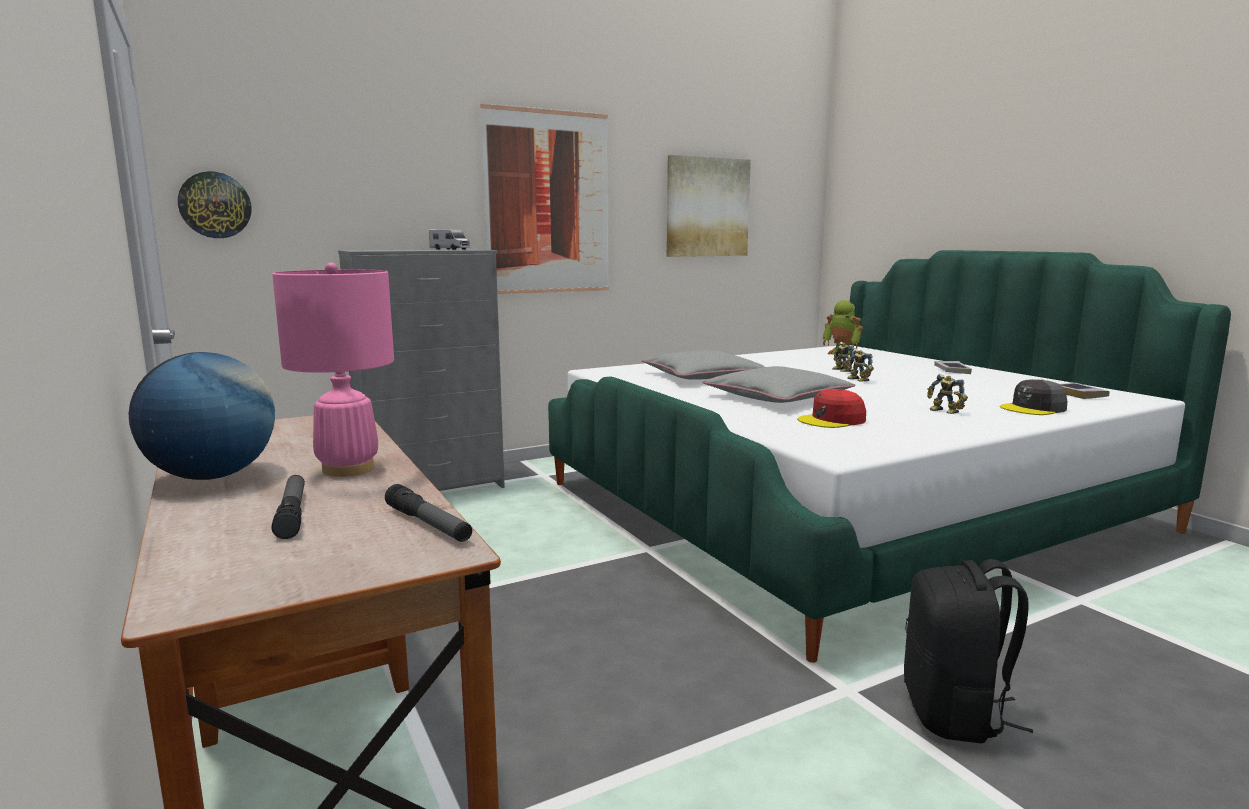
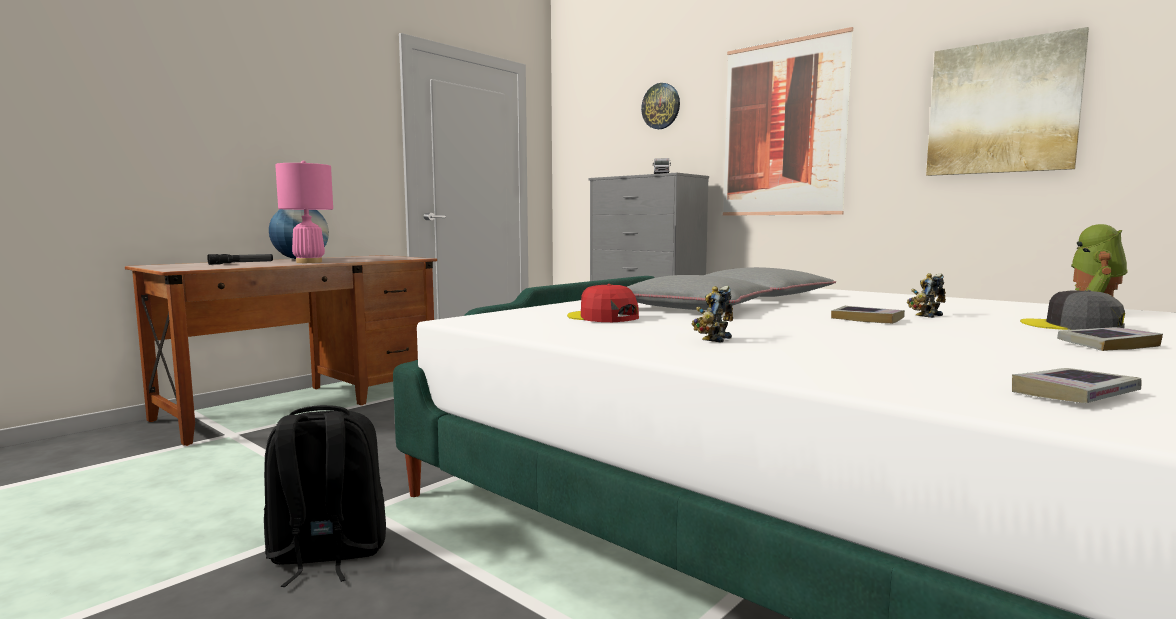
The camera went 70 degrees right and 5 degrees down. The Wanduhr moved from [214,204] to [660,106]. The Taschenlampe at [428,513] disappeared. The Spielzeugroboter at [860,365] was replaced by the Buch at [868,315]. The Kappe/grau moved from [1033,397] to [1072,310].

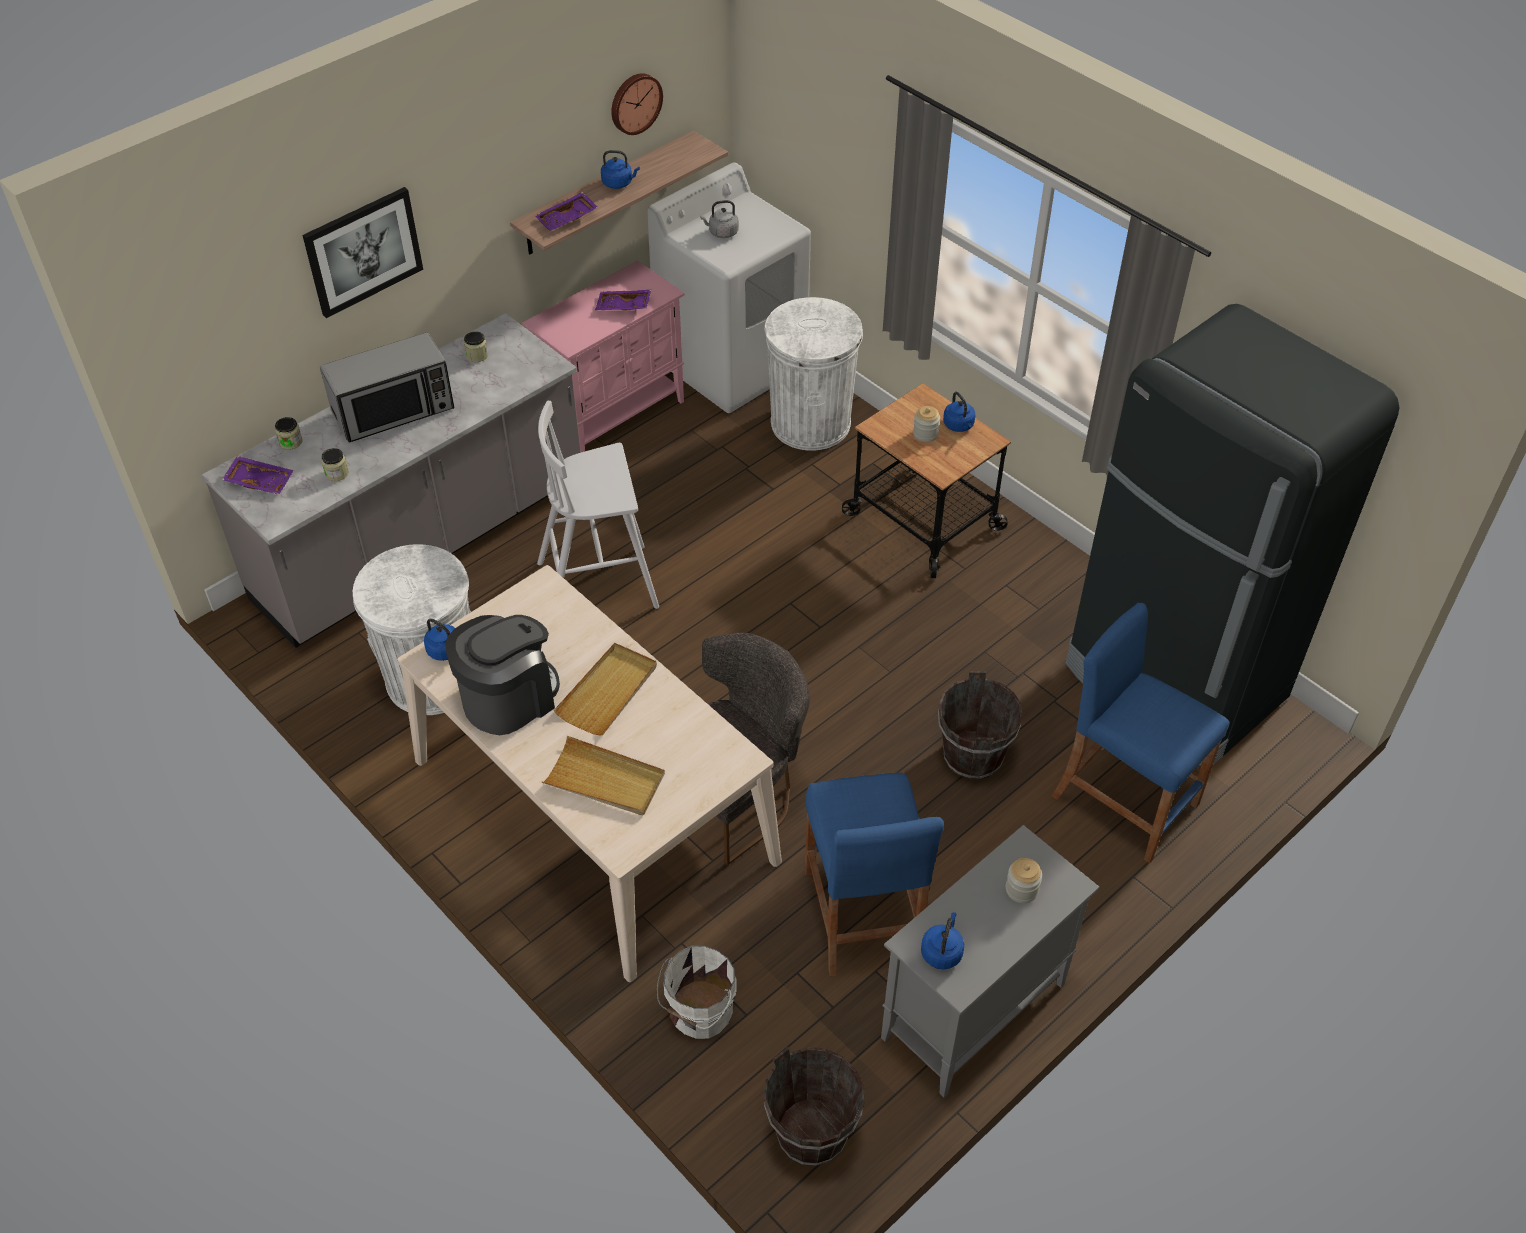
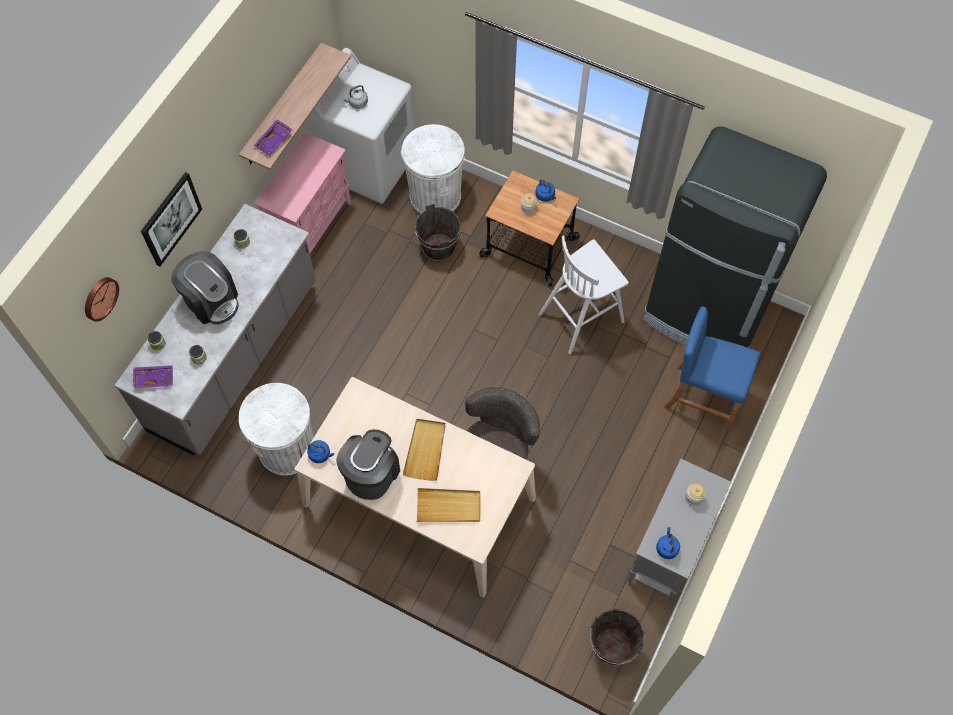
The camera went 20 degrees left and 15 degrees up. The Mikrowelle at [387,387] was replaced by the Kaffeemaschine at [205,287]. The Hocker/weiß moved from [598,505] to [584,294]. The Tablett/lila at [623,300] disappeared. The Wasserkessel/blau at [620,169] disappeared. The Wanduhr moved from [637,104] to [102,299]. The Eimer/weiß at [696,992] disappeared. The Hocker/blau at [874,874] disappeared. The Eimer/braun moved from [980,725] to [438,232].

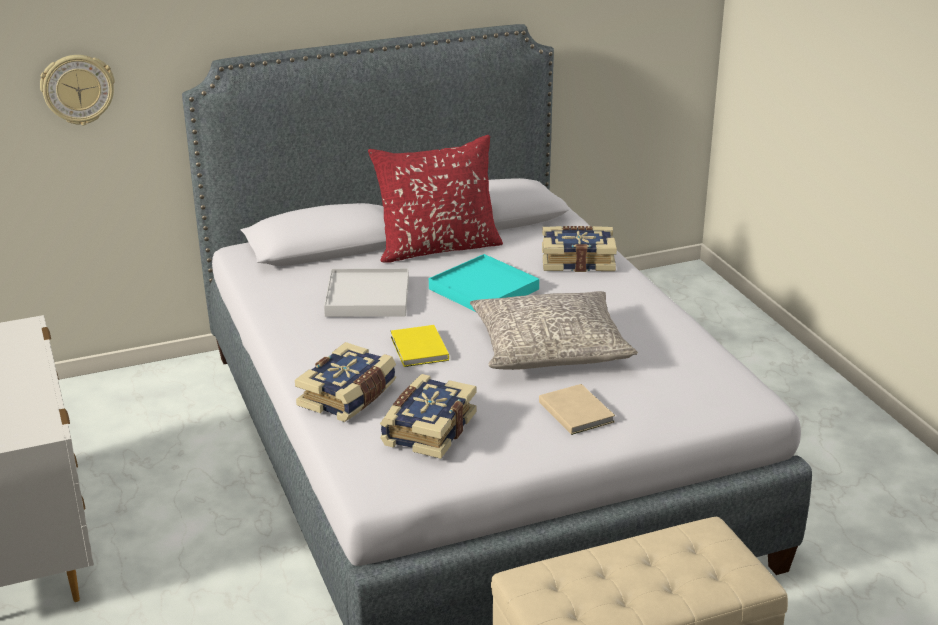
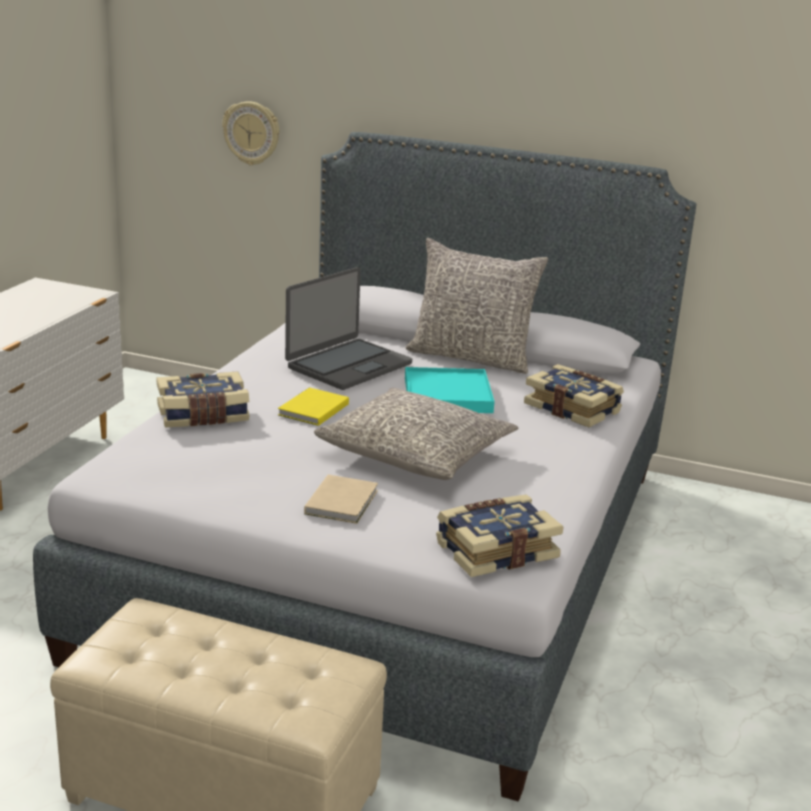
The camera went 40 degrees right and 5 degrees down. The Tablett/weiß at [366,292] was replaced by the Laptop at [348,328]. The Kissen/rot at [435,199] became the Kissen/grau at [477,306]. The Buch moved from [428,416] to [499,535].

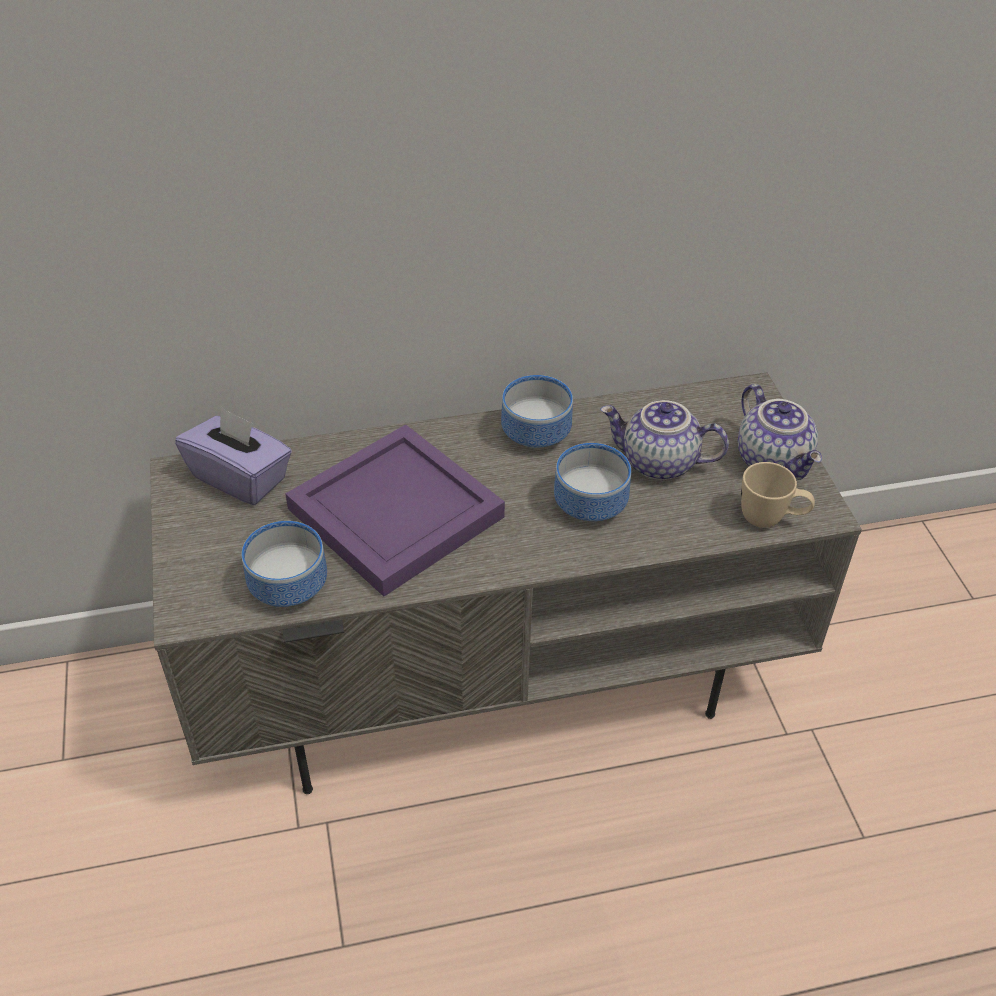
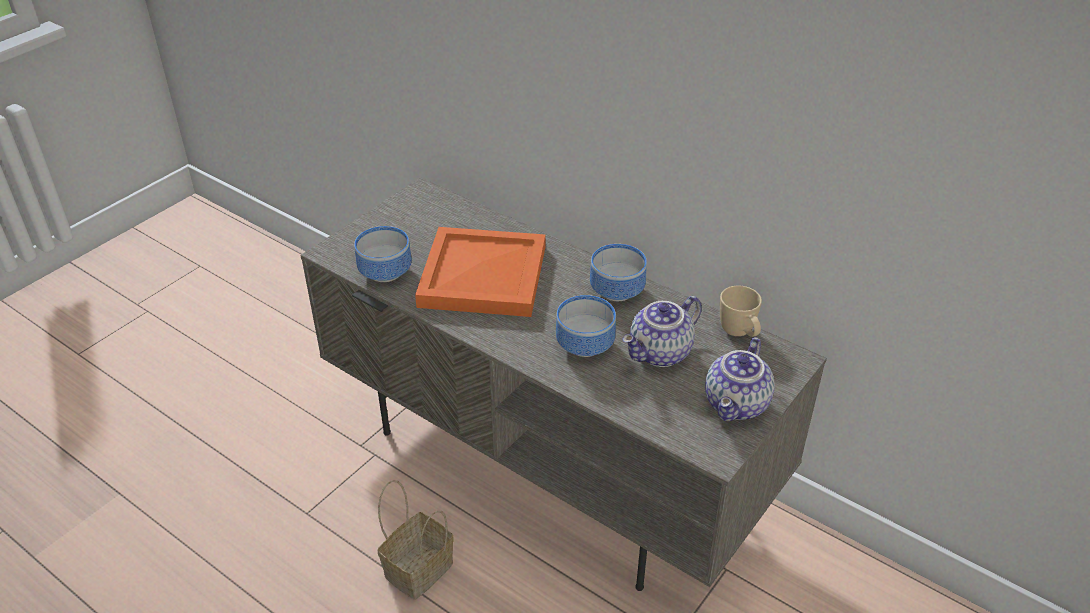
The camera went 50 degrees right and 5 degrees down. The Taschentuchbox/lila at [233,456] disappeared. The Tablett/lila at [395,510] became the Tablett/orange at [480,272]. The Teekanne at [664,440] turned 105 degrees counterclockwise. The Henkelbecher/beige moved from [778,495] to [741,311]. The Korb at [416,540] appeared.

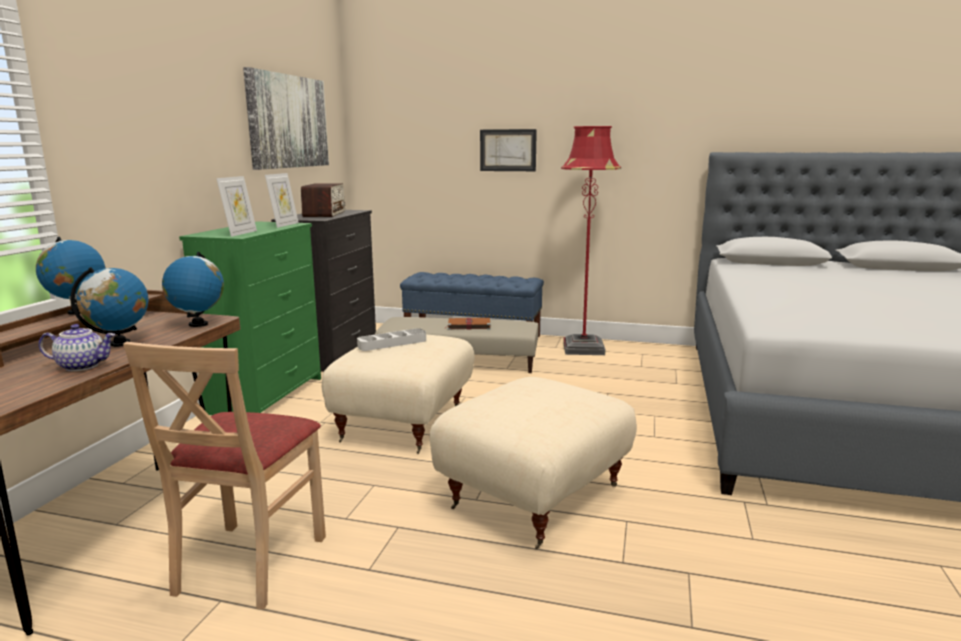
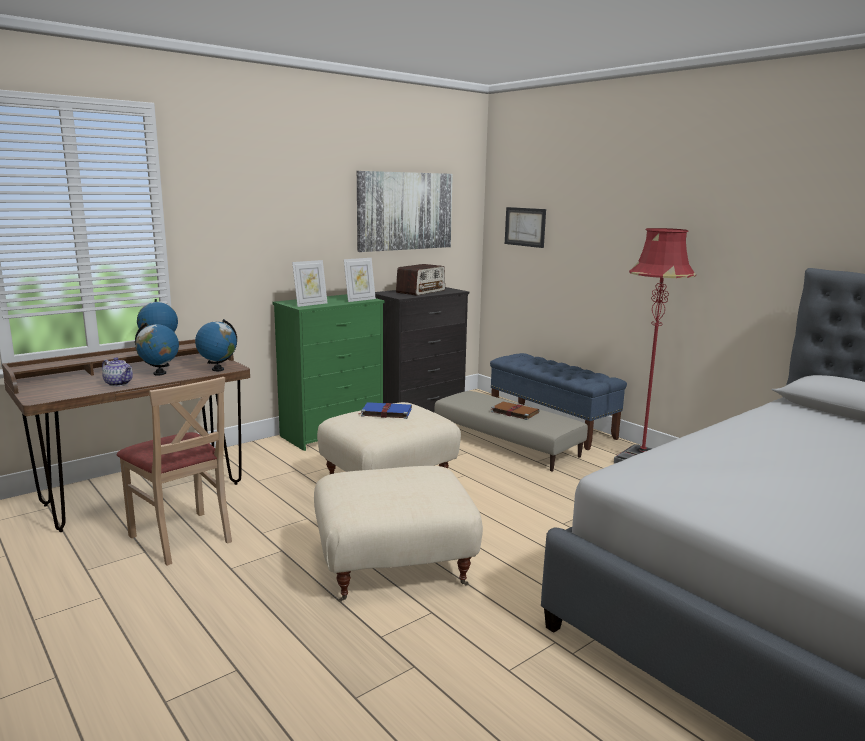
The camera went 35 degrees right and 0 degrees up. The Stuhl/beige at [224,475] turned 90 degrees counterclockwise. The Tablett/grau at [391,339] was replaced by the Buch/blau at [385,410]. The Bild moved from [508,150] to [525,227].

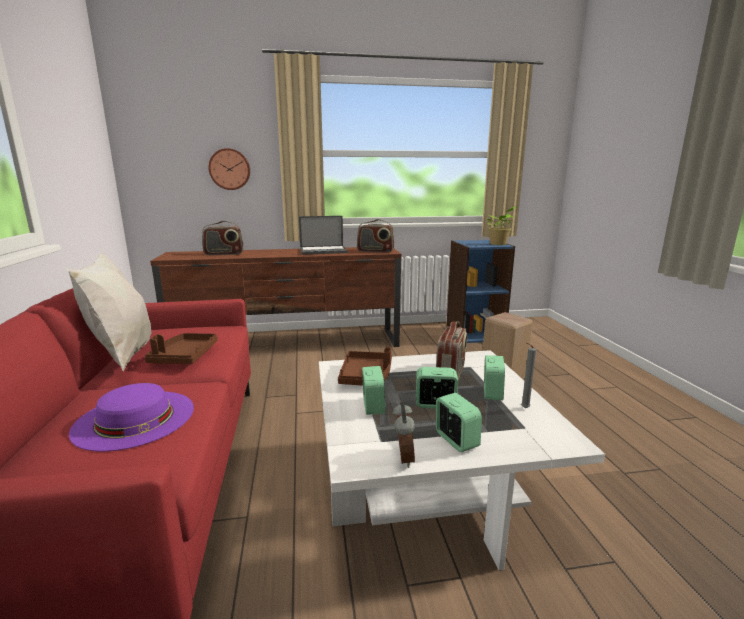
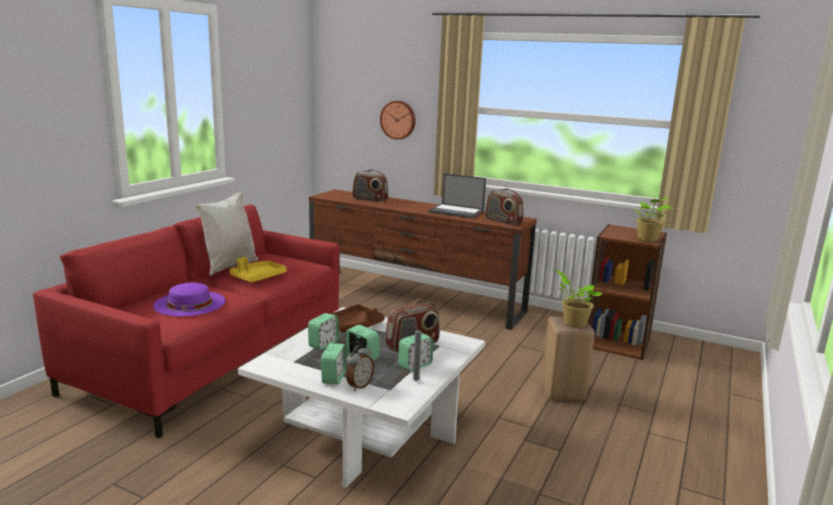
The camera went 35 degrees right and 0 degrees up. The Tablett/braun at [181,348] became the Tablett/gelb at [258,269]. The Wecker moved from [404,434] to [360,367]. The Bücherregal/blau at [480,291] became the Bücherregal/braun at [627,292]. The Topfpflanze at [578,298] appeared.

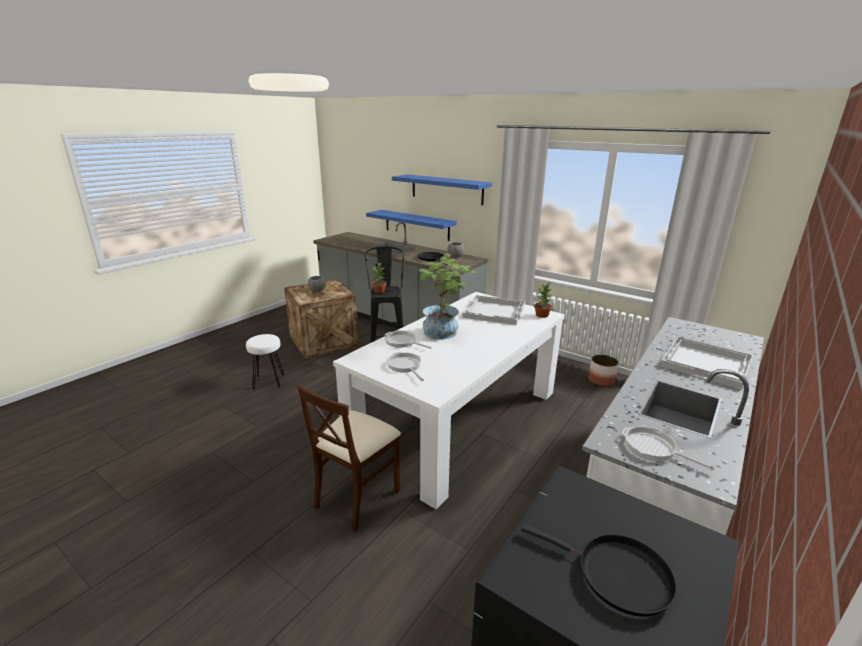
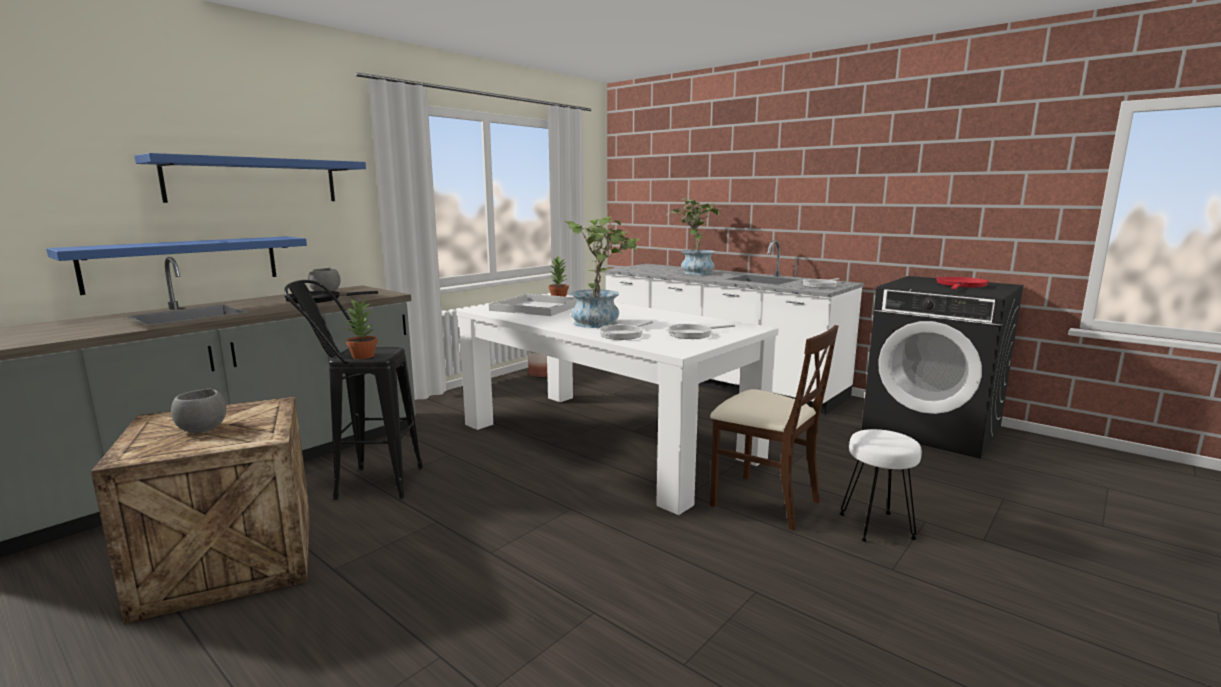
The camera went 85 degrees left and 10 degrees down. The Hocker/weiß moved from [265,361] to [881,485]. The Pfanne/schwarz at [599,570] became the Pfanne/rot at [962,283]. The Tablett/weiß at [706,363] was replaced by the Topfpflanze at [694,236].

